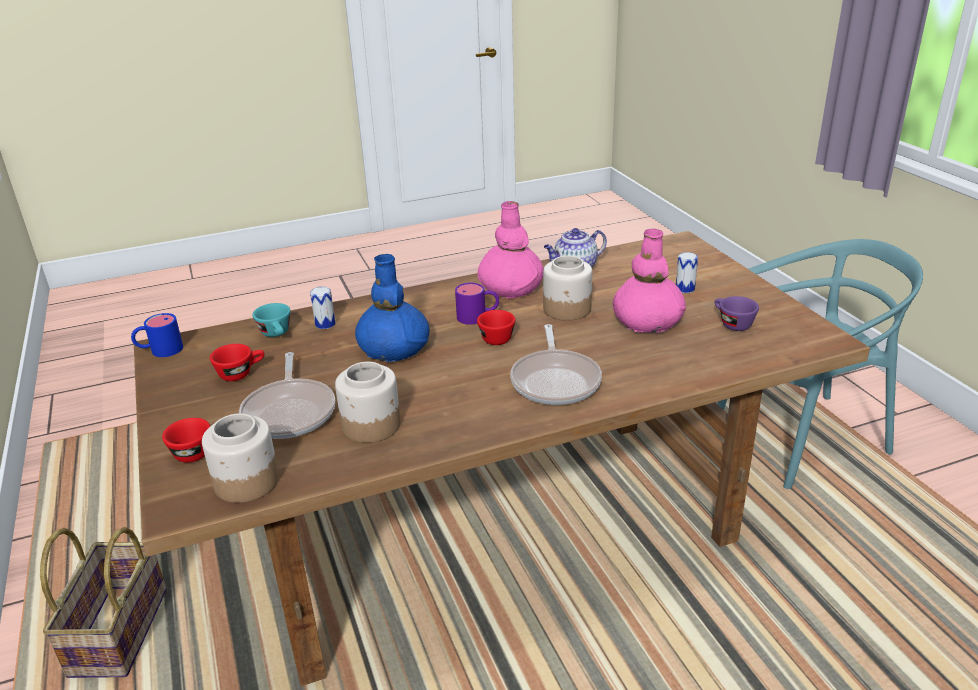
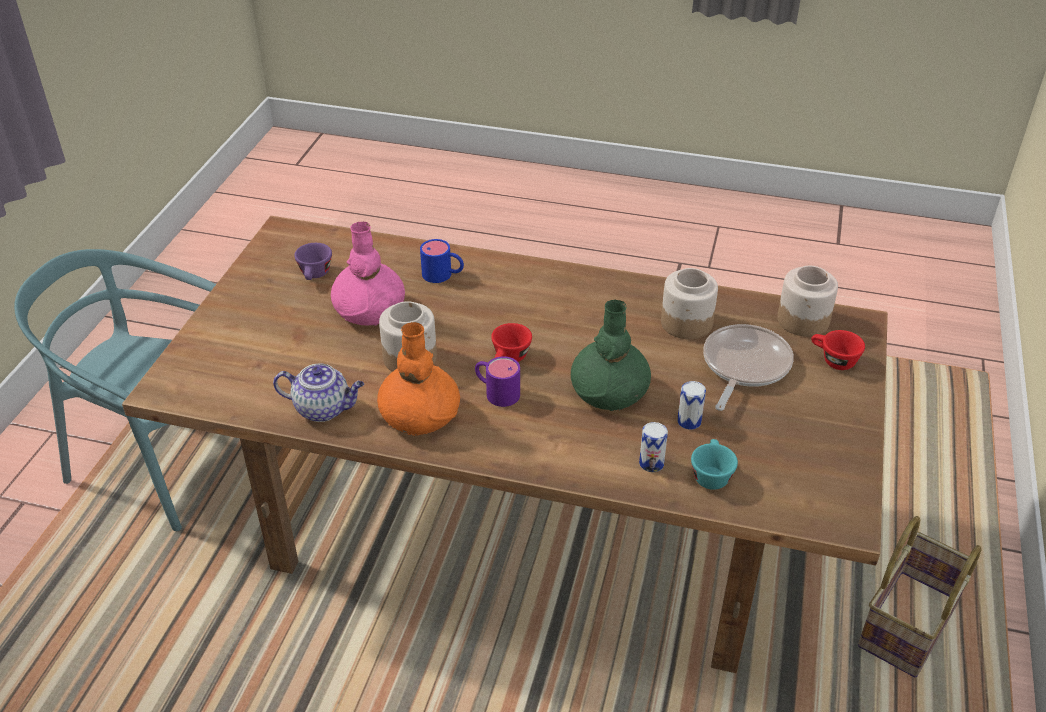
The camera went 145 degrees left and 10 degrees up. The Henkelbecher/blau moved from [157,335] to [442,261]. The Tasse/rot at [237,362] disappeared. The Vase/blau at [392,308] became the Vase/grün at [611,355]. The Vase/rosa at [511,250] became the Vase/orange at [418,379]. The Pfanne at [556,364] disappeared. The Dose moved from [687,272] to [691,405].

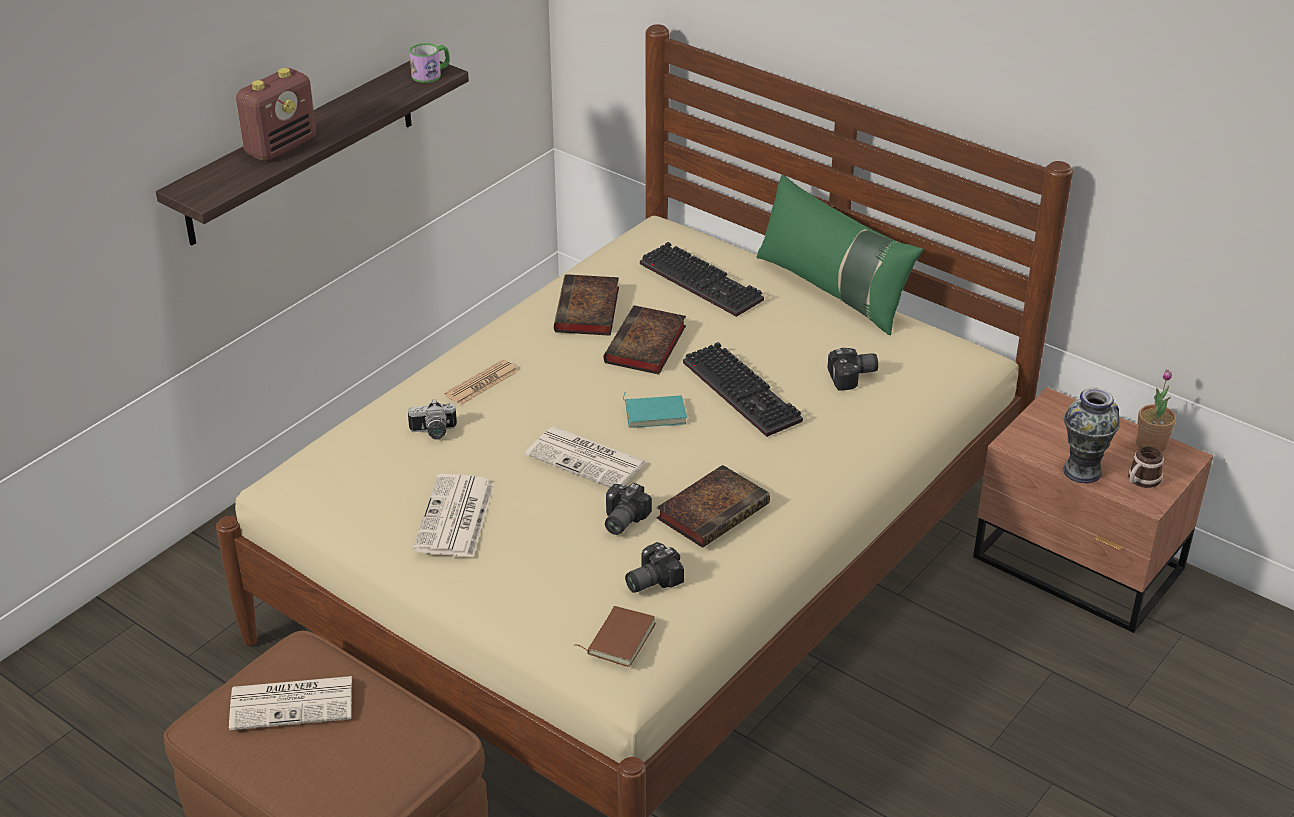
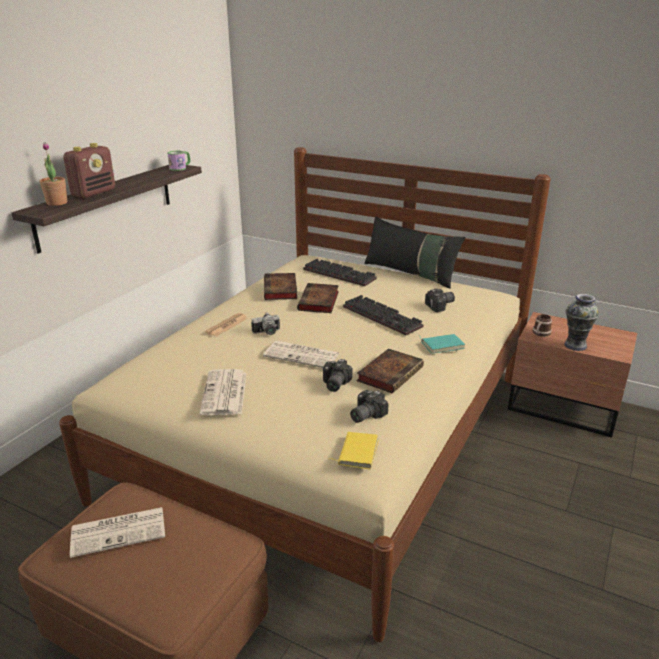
The camera went 10 degrees left and 10 degrees down. The Kamera moved from [432,419] to [265,323]. The Buch/braun at [615,636] became the Buch/gelb at [354,451]. The Buch/türkis moved from [655,410] to [442,344]. The Kissen/grün at [839,255] became the Kissen/schwarz at [414,252]. The Henkelbecher moved from [1146,467] to [542,325]. The Topfpflanze moved from [1156,411] to [53,174].

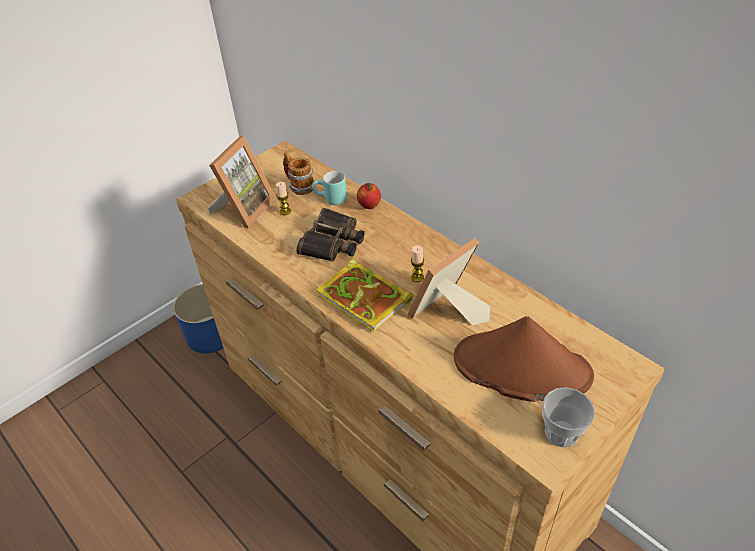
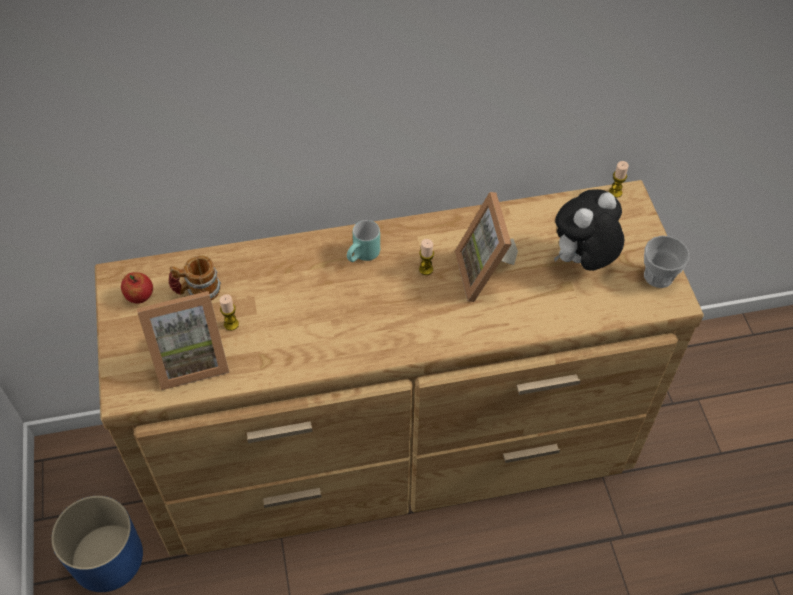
The camera went 60 degrees left and 10 degrees up. The Bilderrahmen at [242,182] turned 105 degrees clockwise. The Fernglas at [330,235] disappeared. The Henkelbecher/türkis moved from [329,188] to [363,241]. The Buch at [364,295] disappeared. The Apfel moved from [369,196] to [137,288]. The Hut/braun at [524,359] was replaced by the Plüschtier at [589,230]. The Kerze at [619,179] appeared.

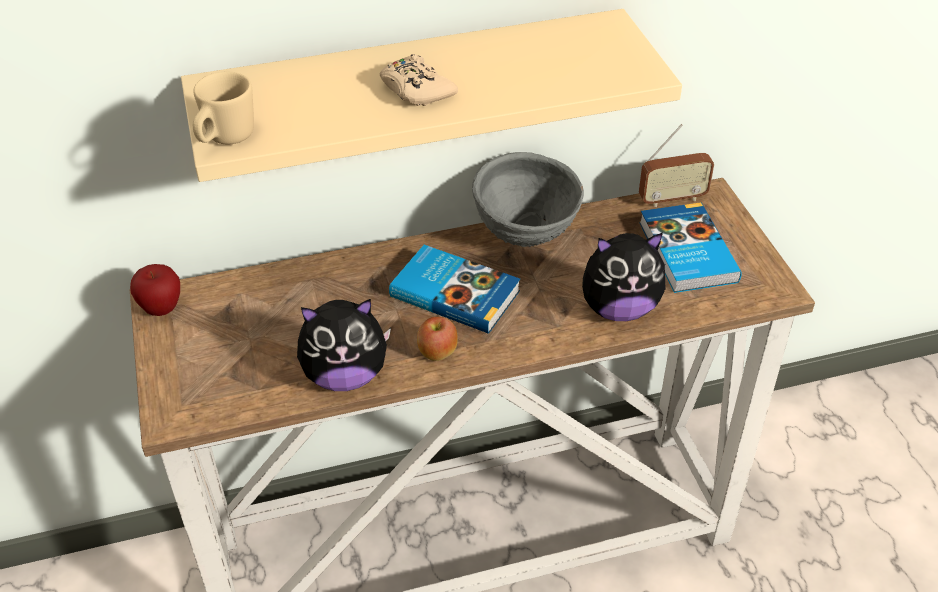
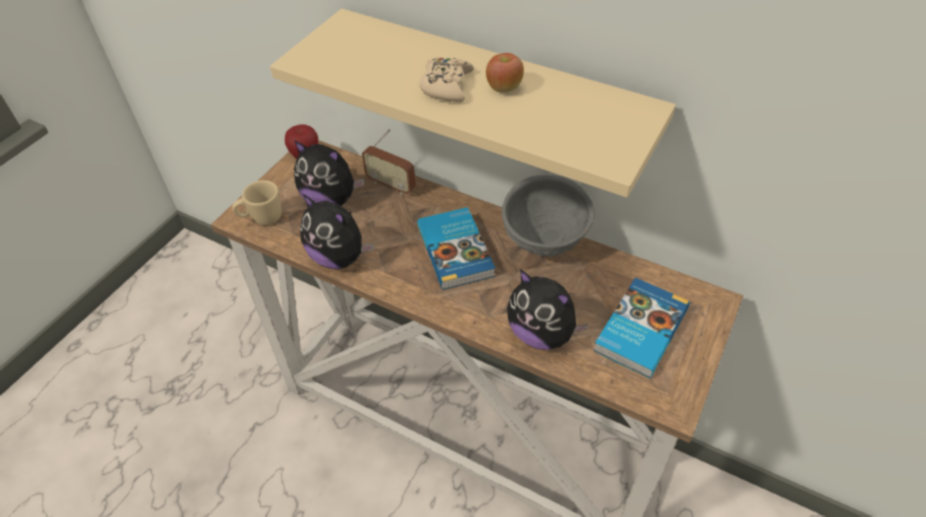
The camera went 45 degrees right and 5 degrees up. The Henkelbecher/beige moved from [223,108] to [257,202]. The Apfel moved from [437,339] to [505,72]. The Radio moved from [676,165] to [389,162]. The Plüschtier at [329,173] appeared.

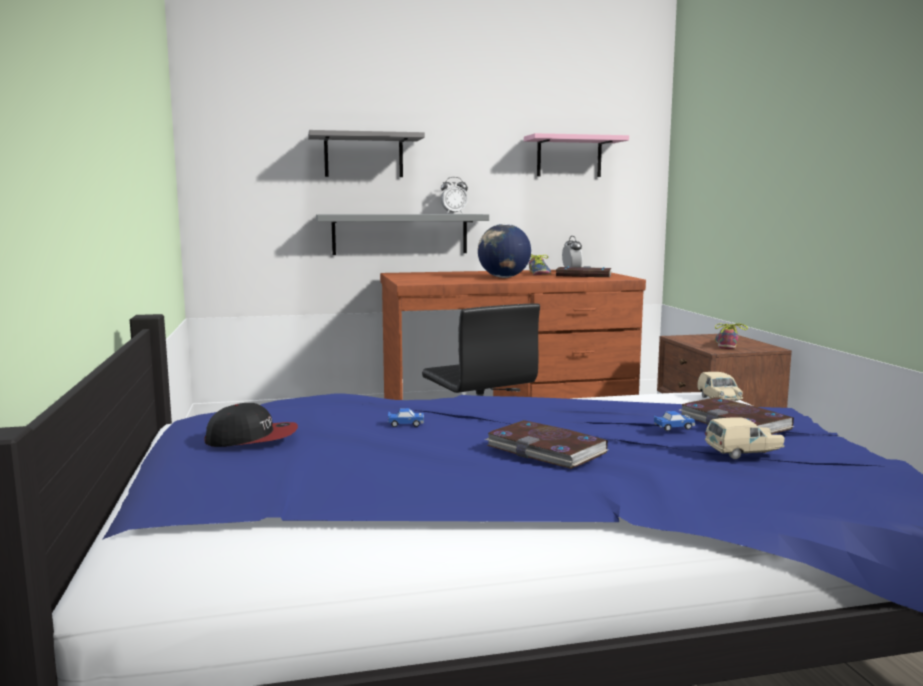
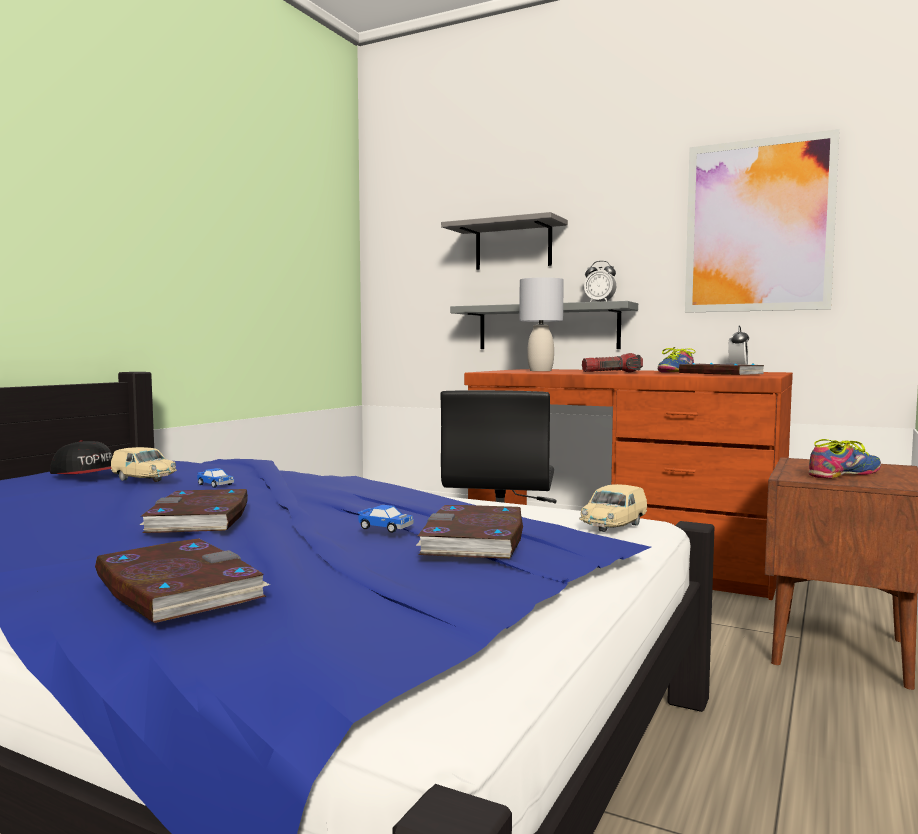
The camera went 40 degrees right and 5 degrees down. The Globus at [504,251] was replaced by the Taschenlampe at [612,362]. The Wandregal/rosa at [576,155] was replaced by the Bild at [762,221]. The Spielzeugauto/beige moved from [745,438] to [144,464]. The Buch at [182,581] appeared. The Tischlampe/grau at [541,324] appeared.

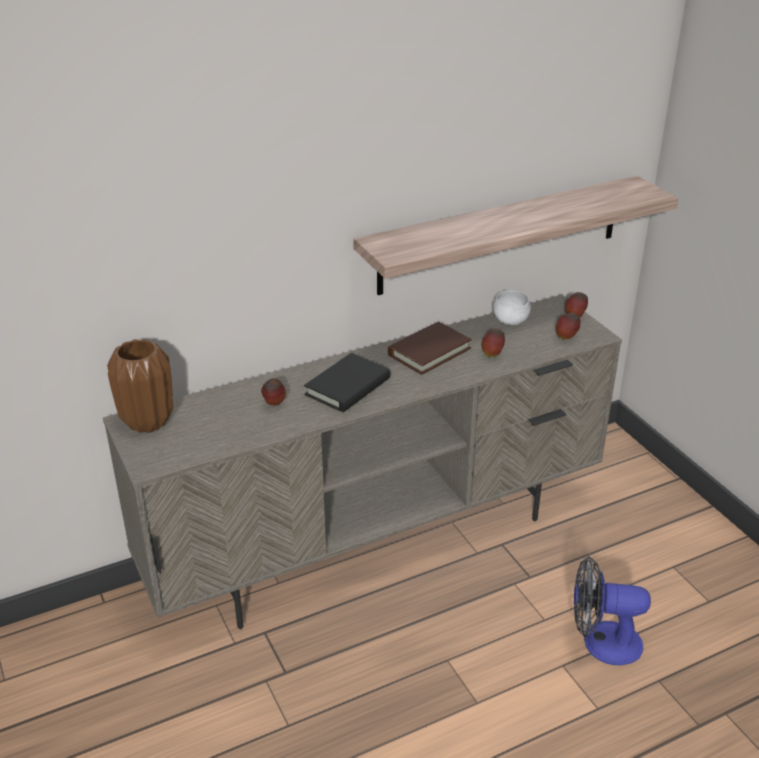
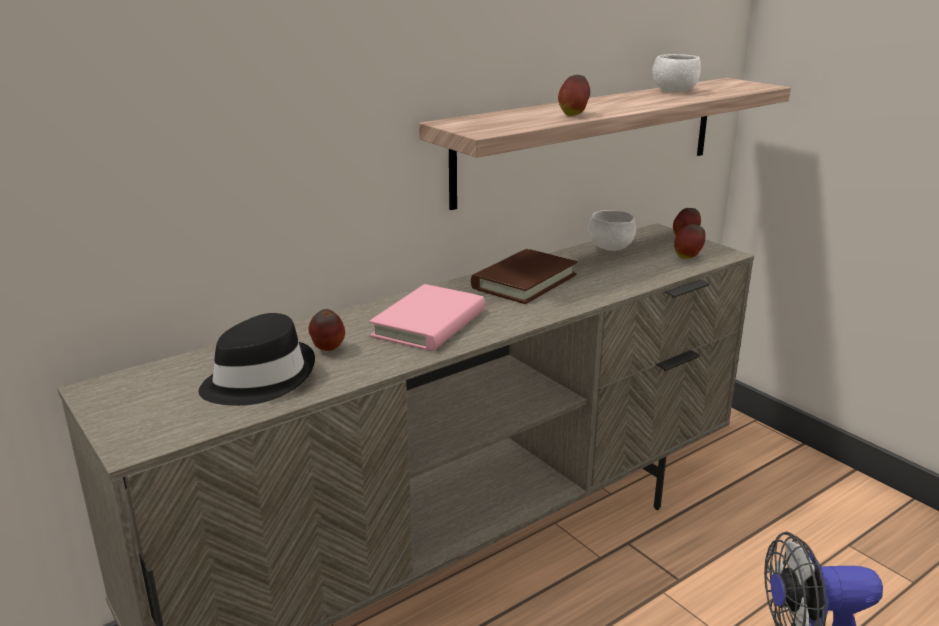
The camera went 10 degrees left and 10 degrees down. The Vase/braun at [140,386] disappeared. The Buch/schwarz at [347,382] became the Buch/rosa at [427,317]. The Apfel moved from [493,342] to [574,95]. The Hut/schwarz at [257,359] appeared. The Schüssel/weiß at [676,73] appeared.

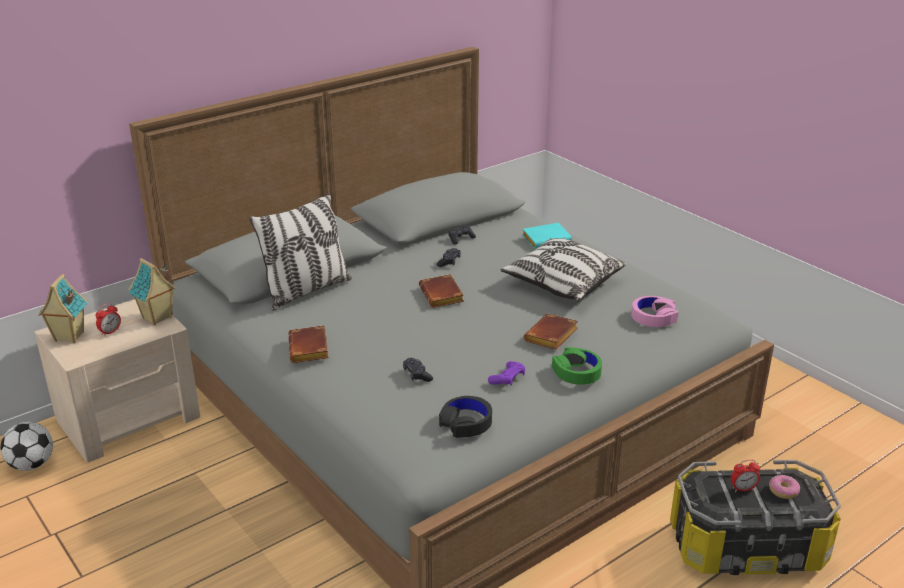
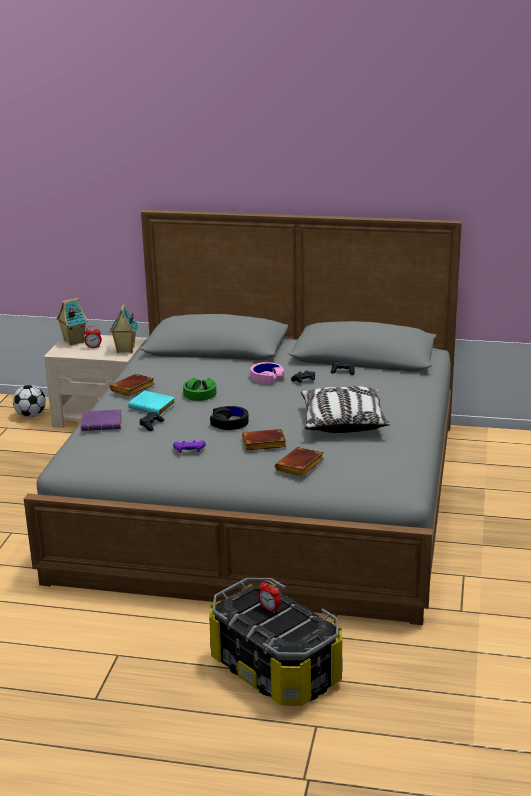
The camera went 50 degrees right and 5 degrees down. The Kissen at [300,252] disappeared. The Buch/braun moved from [441,291] to [299,461]. The Kopfhörer/schwarz moved from [465,417] to [229,418]. The Buch/türkis moved from [547,236] to [151,403]. The Kopfhörer/grün moved from [577,366] to [200,389]. The Kopfhörer/rosa moved from [654,311] to [267,373]. The Donut at [784,487] disappeared. The Buch/lila at [101,420] appeared.

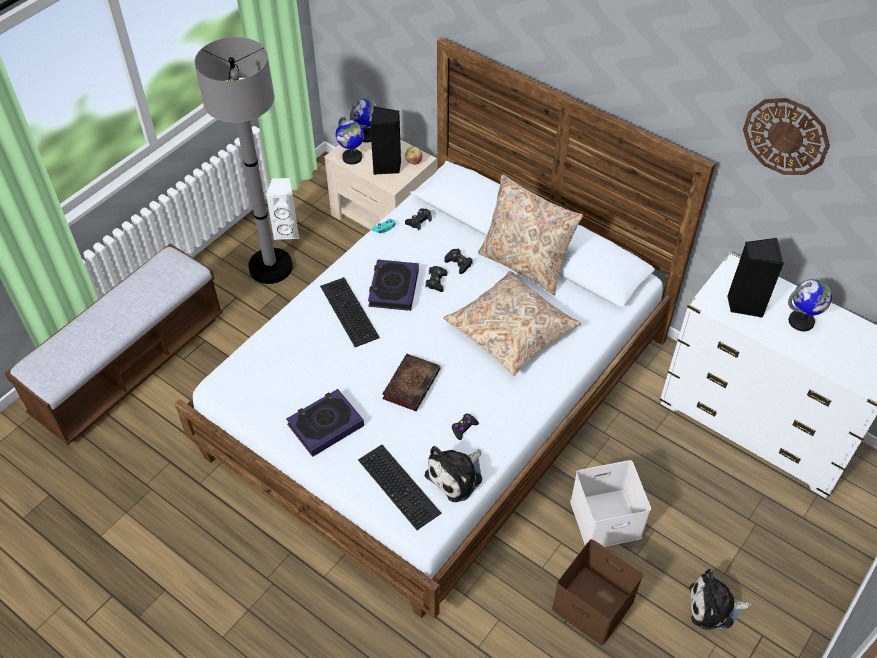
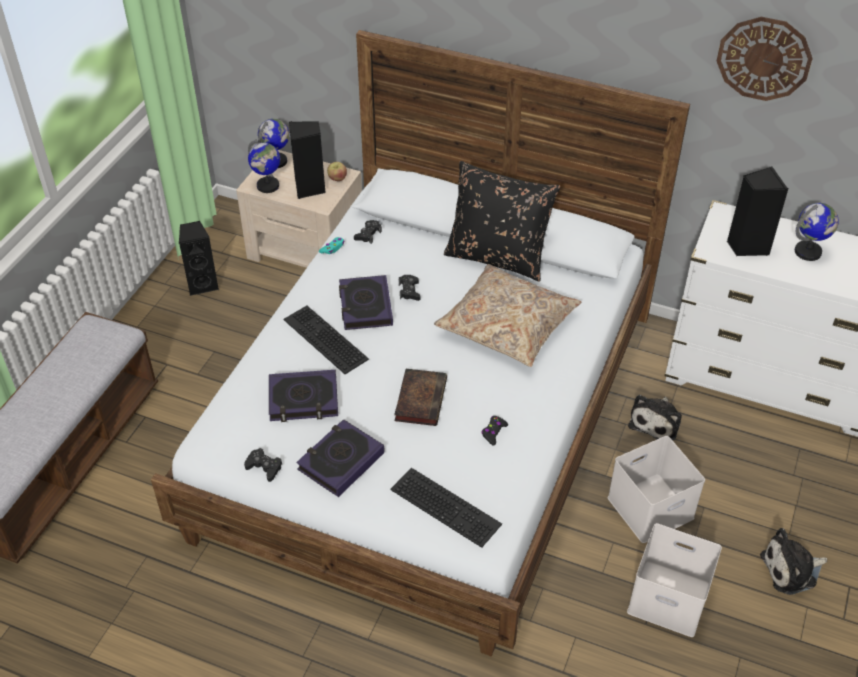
The camera went 15 degrees left and 5 degrees down. The Stehlampe/grau at [244,160] disappeared. The Lautsprecher/weiß at [282,209] became the Lautsprecher/schwarz at [199,258]. The Plüschtier moved from [453,474] to [655,417]. The Gamepad/schwarz moved from [458,261] to [263,465]. The Kissen/beige at [530,234] became the Kissen/schwarz at [502,221]. The Aufbewahrungsbox/braun at [597,592] became the Aufbewahrungsbox/weiß at [674,580]. The Buch at [303,396] appeared.

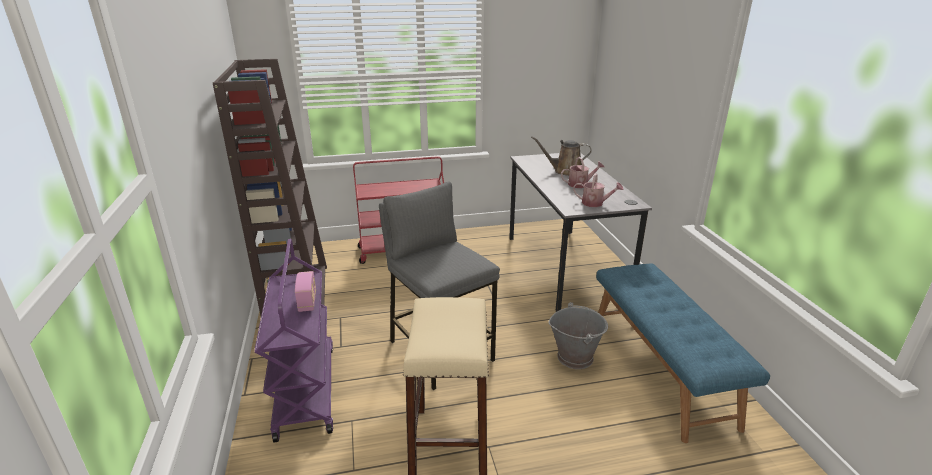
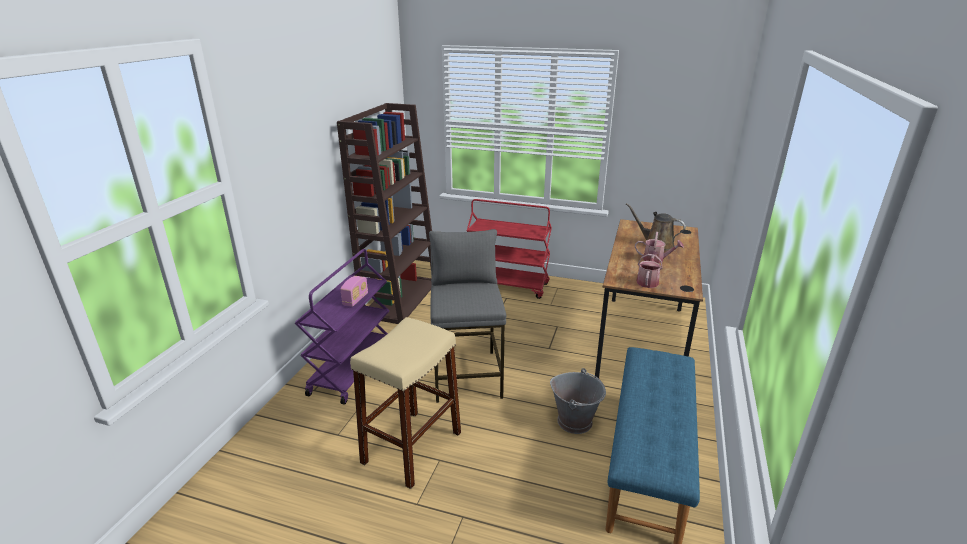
The camera went 30 degrees right and 0 degrees up. The Schreibtisch/grau at [580,232] became the Schreibtisch/braun at [649,299]. The Gießkanne at [598,190] turned 120 degrees counterclockwise.

